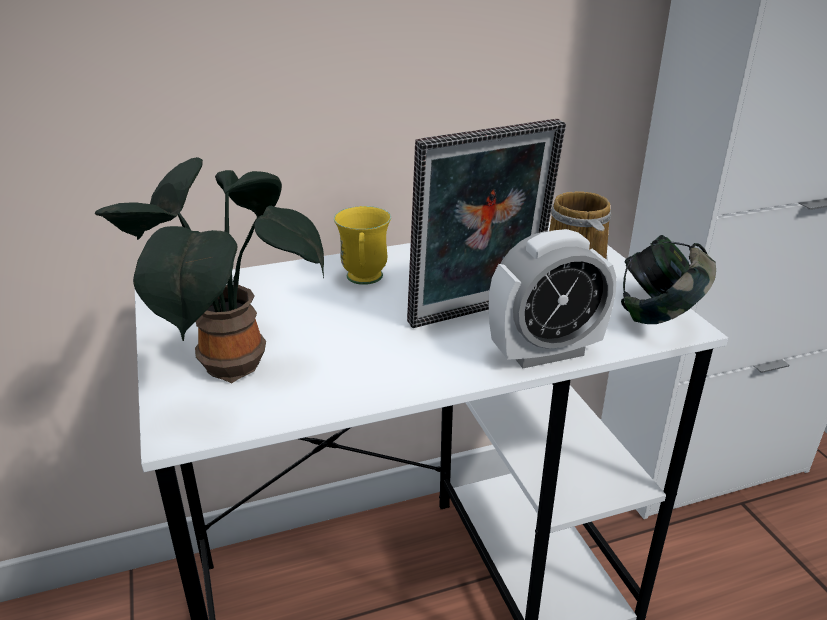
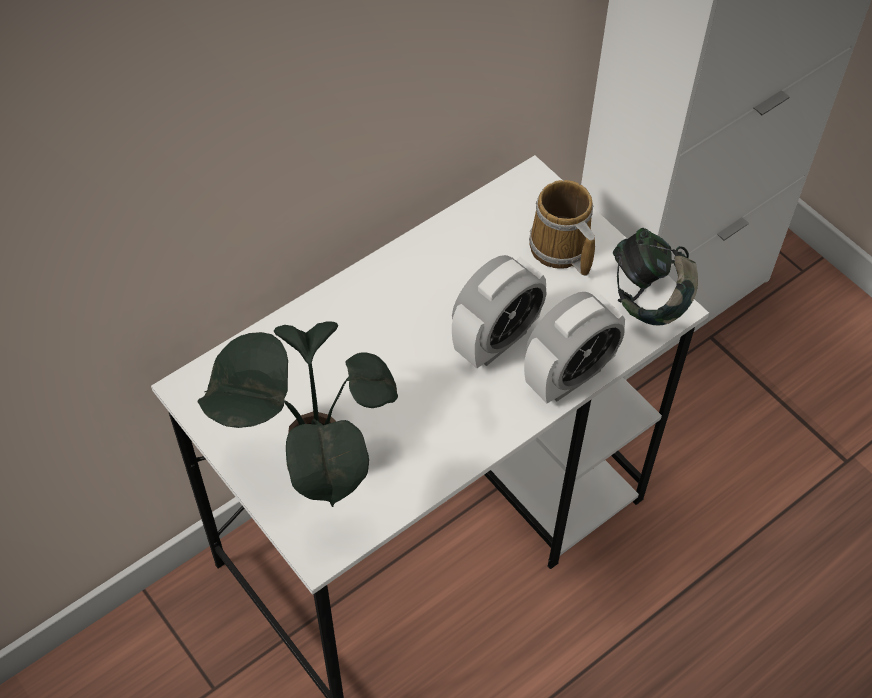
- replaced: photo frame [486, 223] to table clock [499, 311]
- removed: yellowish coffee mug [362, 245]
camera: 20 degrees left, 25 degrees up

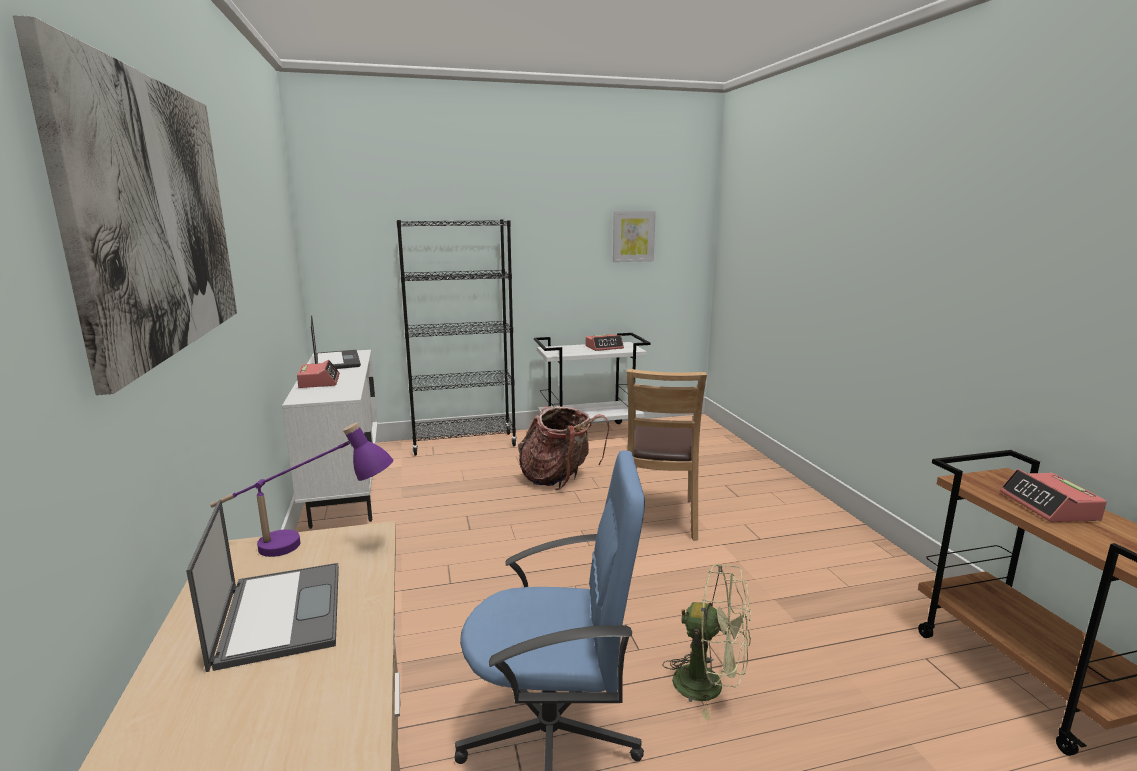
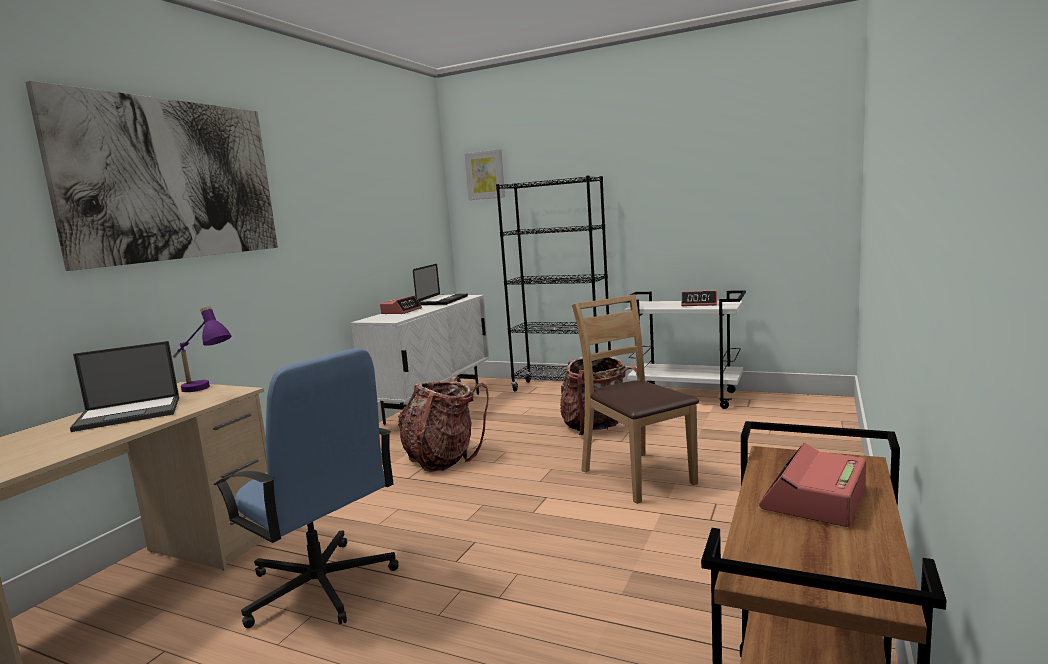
- turned: notebook computer [262, 585] = [124, 386] 45 degrees clockwise
- added: knapsack [443, 424]
- moved: wall art [634, 236] to [484, 174]
- turned: brown plain chair [666, 455] = [635, 399] 105 degrees clockwise
- removed: green fan [707, 641]
camera: 40 degrees right, 5 degrees down

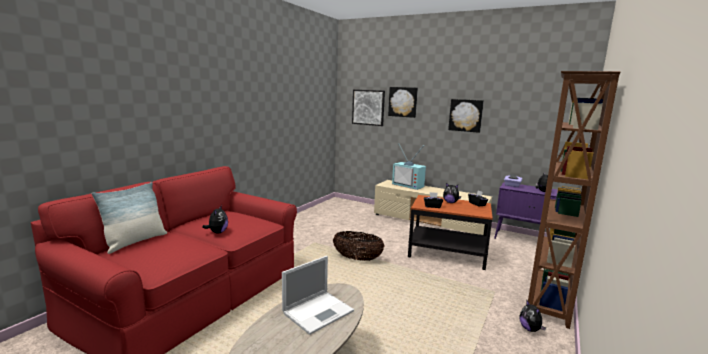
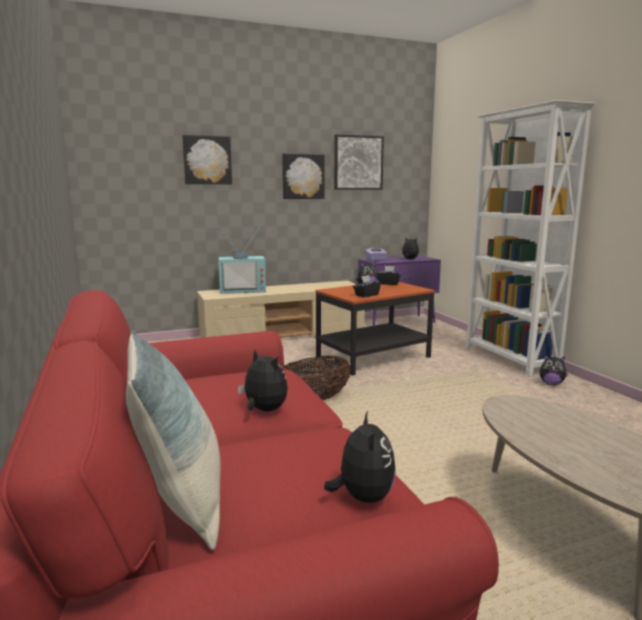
- added: plush toy [360, 457]
- moved: wall art [368, 108] to [359, 162]
- recoloured: brown shelving unit [574, 200] to white-coloured shelving unit [531, 238]
- removed: notebook computer [318, 295]
camera: 50 degrees left, 0 degrees up

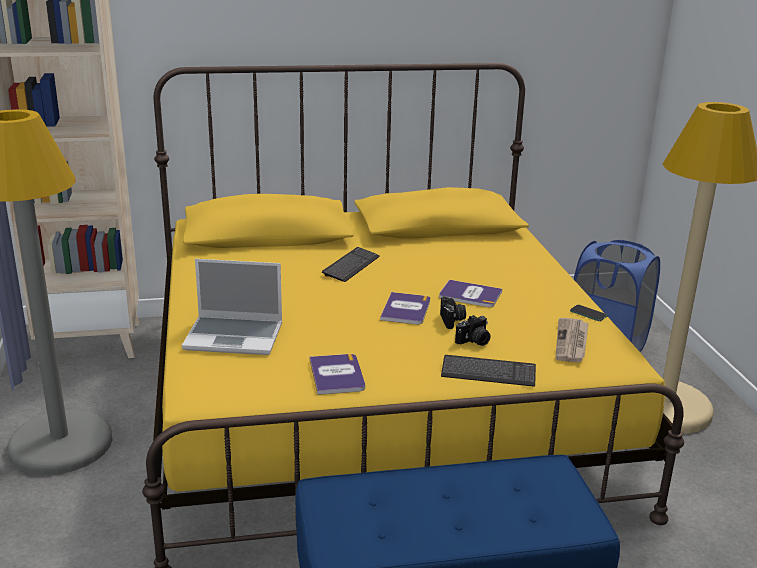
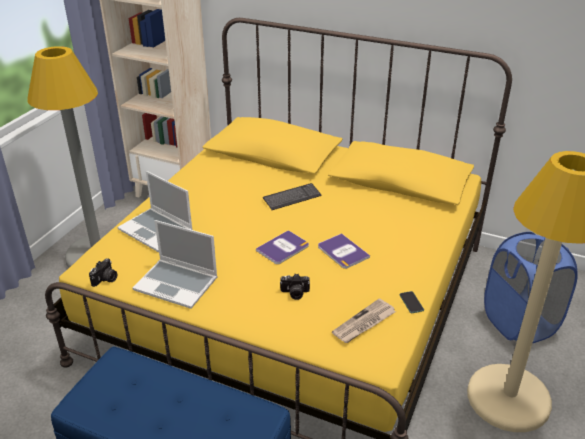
- moved: still camera [453, 312] to [103, 272]
- replaced: volume [337, 374] to notebook computer [175, 264]
- removed: keyboard [488, 371]
camera: 35 degrees right, 10 degrees up

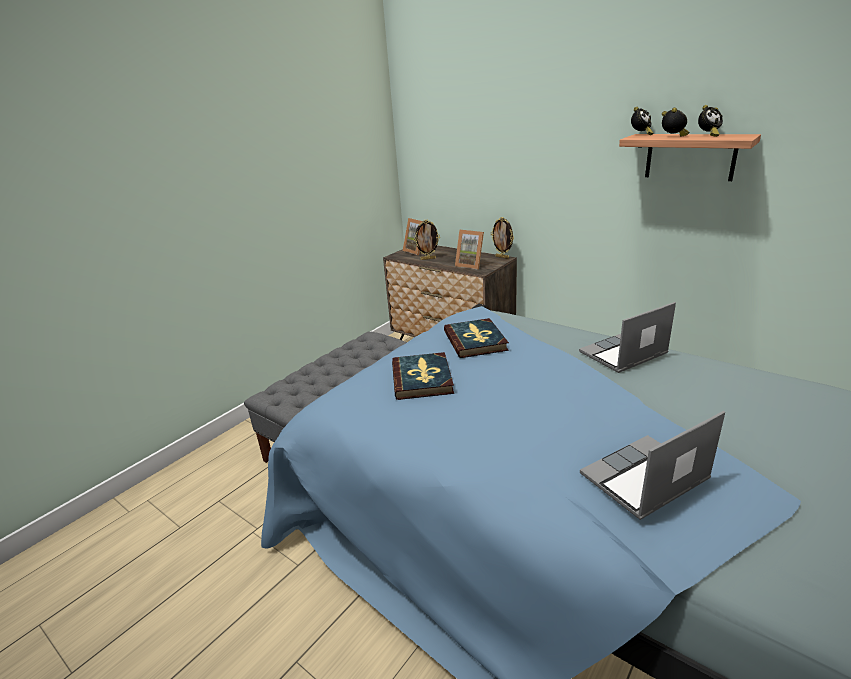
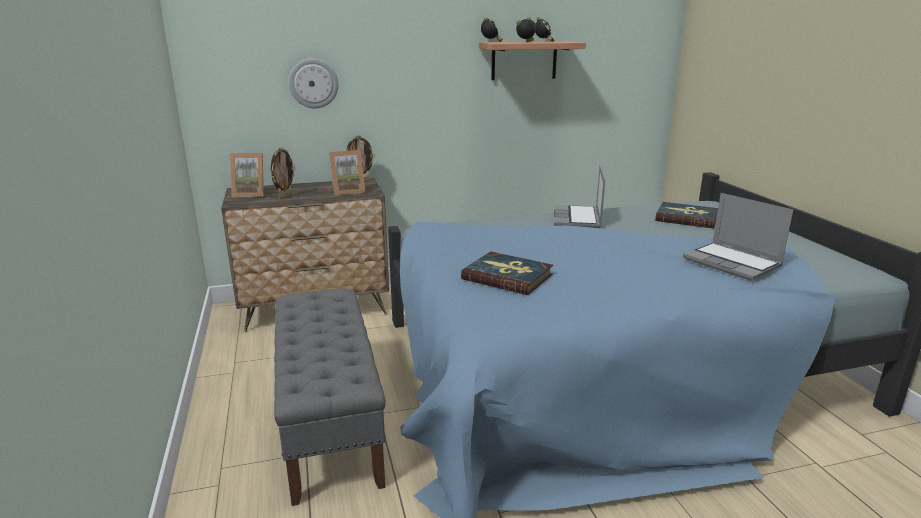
- added: clock on the wall [313, 83]
- moved: volume [476, 338] to [686, 215]
- turned: notebook computer [652, 465] = [738, 237] 45 degrees counterclockwise
camera: 55 degrees left, 5 degrees down

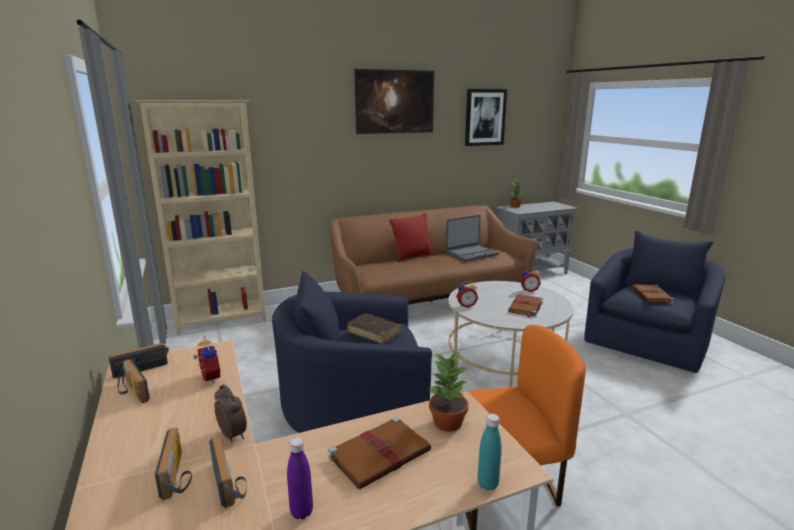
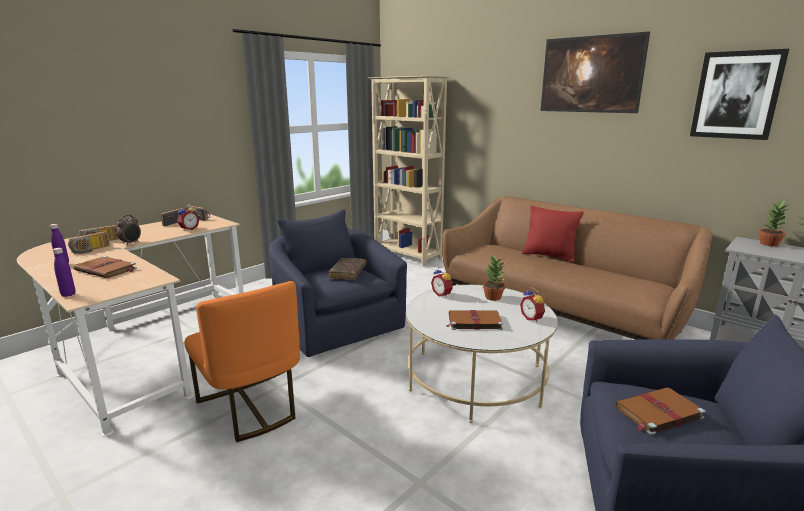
- recoloured: turquoise beverage bottle [490, 452] to purple beverage bottle [64, 272]
- moved: potted plant [448, 391] to [494, 278]
- removed: notebook computer [472, 238]
camera: 65 degrees right, 0 degrees up

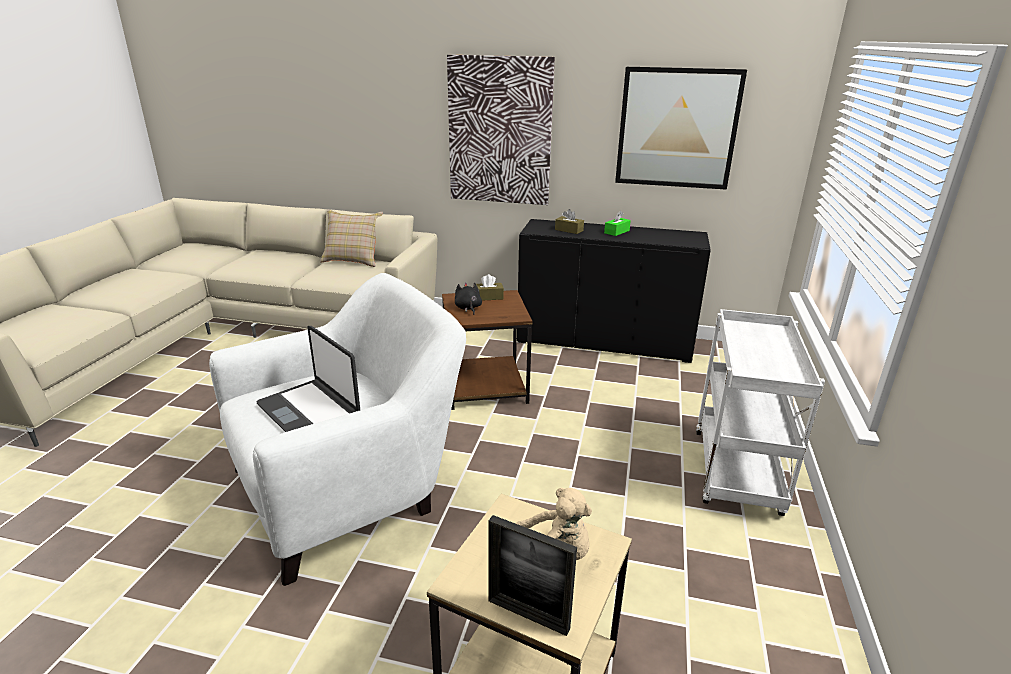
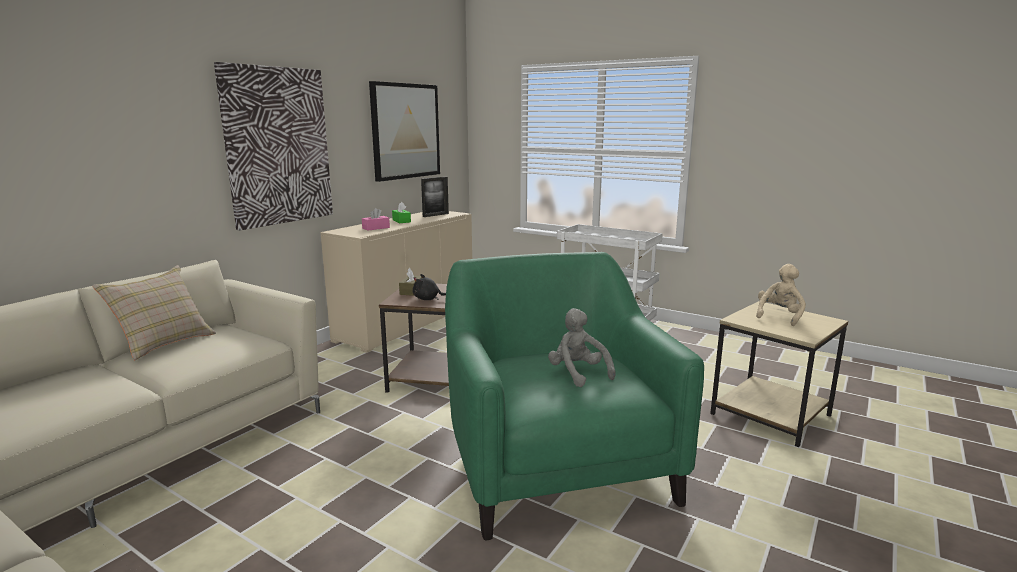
- recoloured: black-coloured cupboard [614, 291] to sand-coloured cupboard [396, 282]
- recoloured: brown tissue box [569, 221] to pinkish tissue box [376, 219]
- moved: photo frame [532, 575] to [435, 197]
- recoloured: white-coloured lounge chair [337, 429] to green lounge chair [574, 396]
- replaced: notebook computer [308, 379] to grey plush toy [582, 347]
camera: 70 degrees left, 10 degrees down

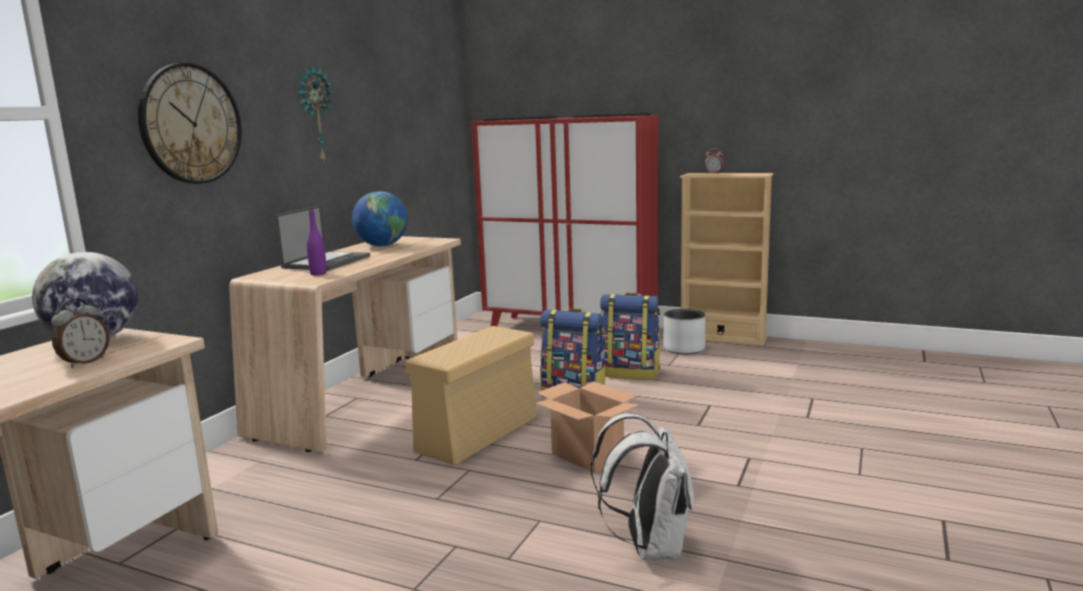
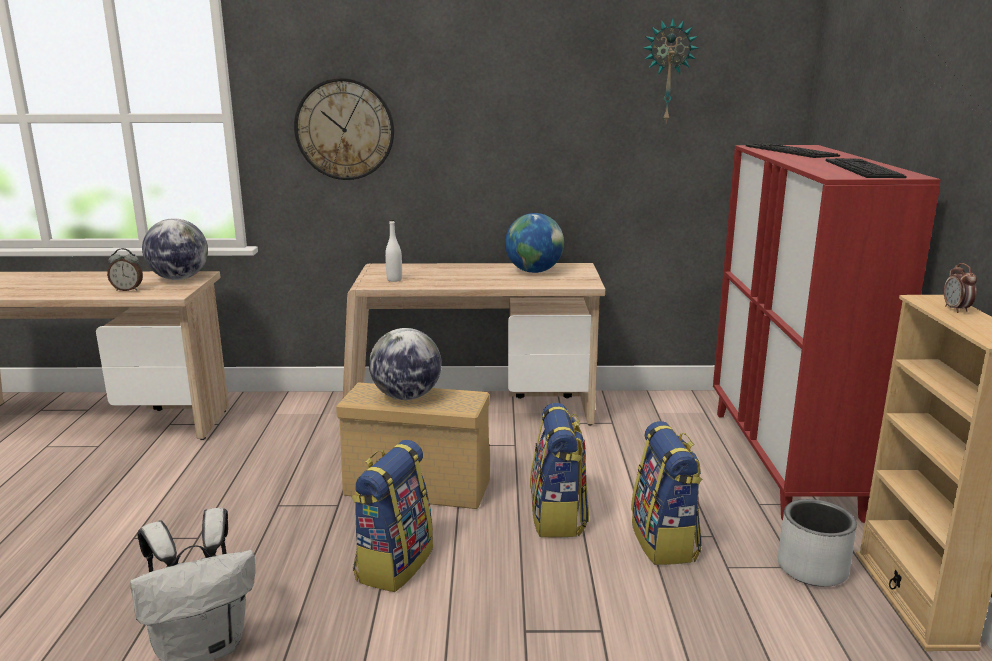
- replaced: carton [587, 427] to knapsack [392, 516]
- added: world globe [405, 364]
- recoloured: purple beverage bottle [316, 242] to white-coloured beverage bottle [393, 250]
- moved: clock on the wall [315, 114] to [671, 70]
- removed: notebook computer [322, 238]
camera: 65 degrees right, 5 degrees up

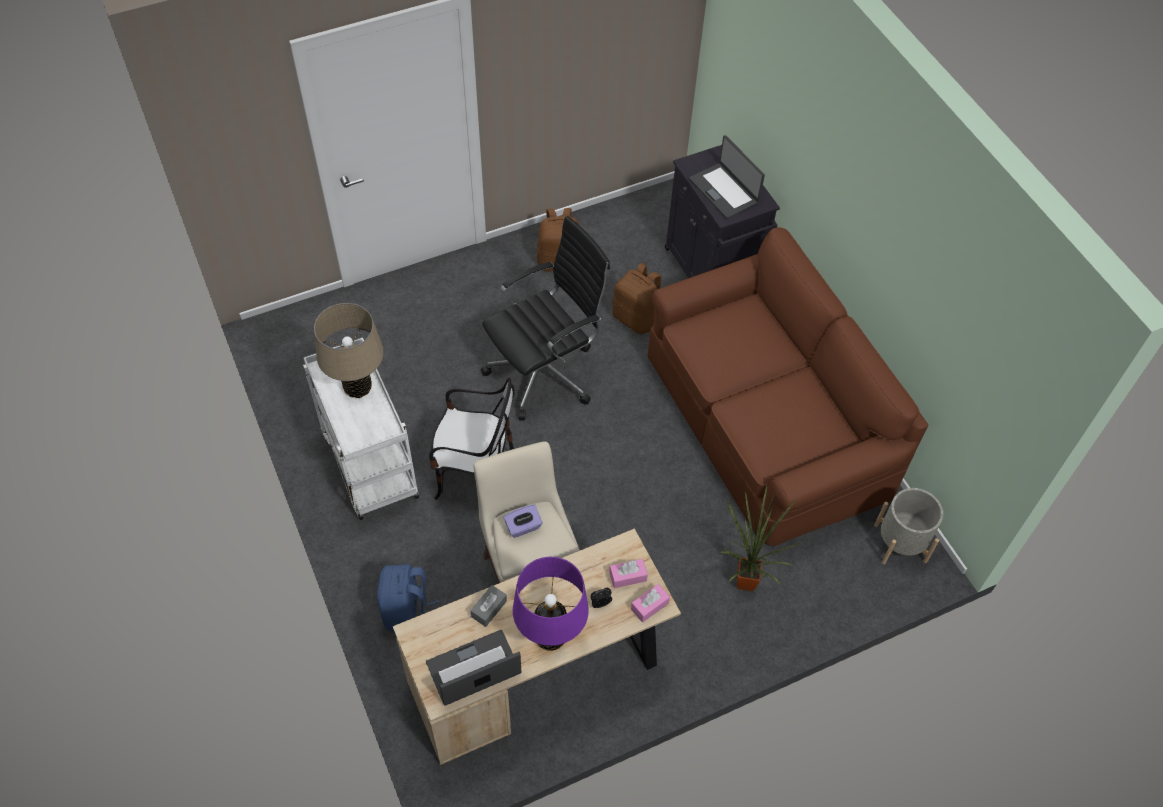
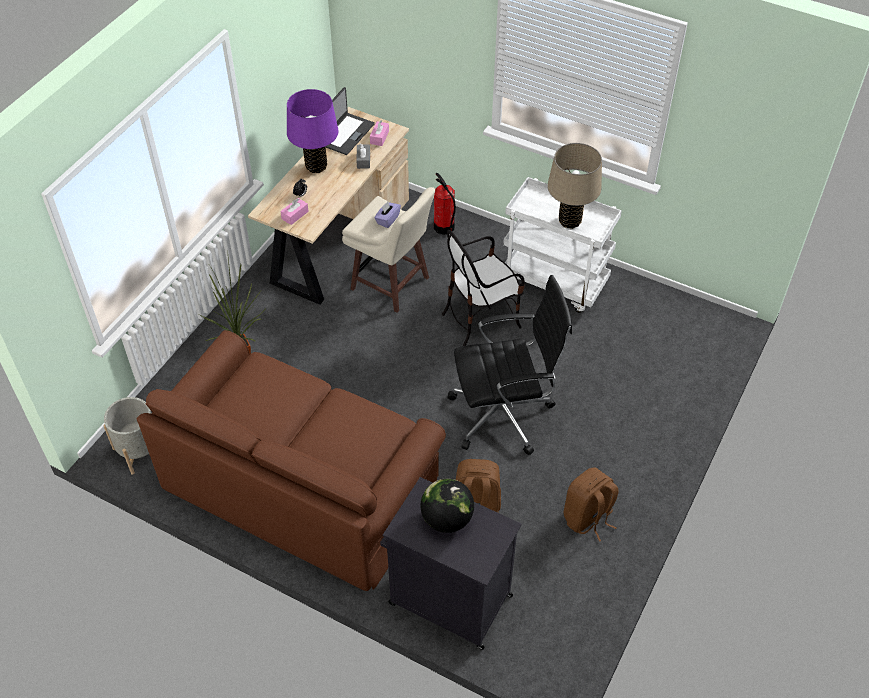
- moved: pinkish tissue box [650, 603] to [379, 133]
- replaced: notebook computer [727, 177] to world globe [447, 506]
- replaced: blue knapsack [408, 598] to fire extinguisher [445, 204]
- turned: black-coloured desk chair [545, 318] = [510, 365] 120 degrees counterclockwise
camera: 145 degrees right, 5 degrees down

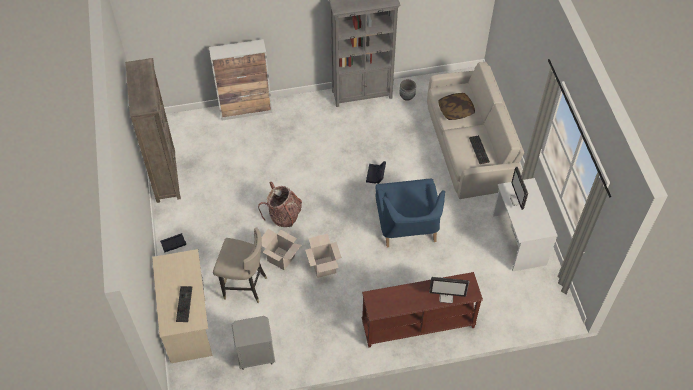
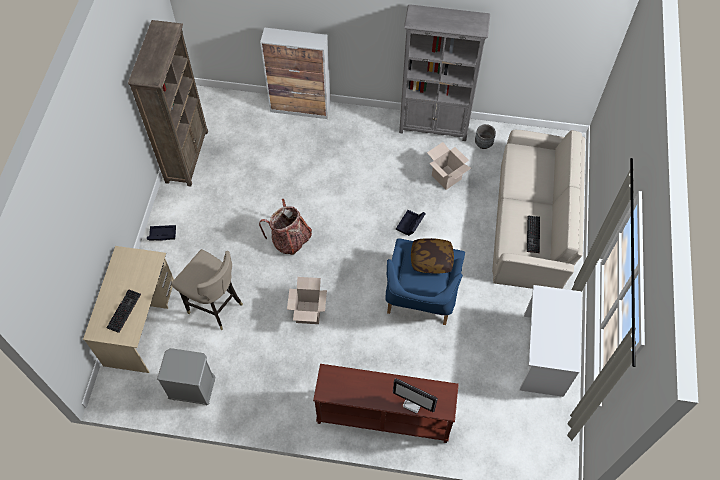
- moved: cushion [456, 106] to [432, 255]
- moved: carton [281, 249] to [449, 166]
- removed: computer display [519, 188]
camera: 20 degrees right, 5 degrees up

